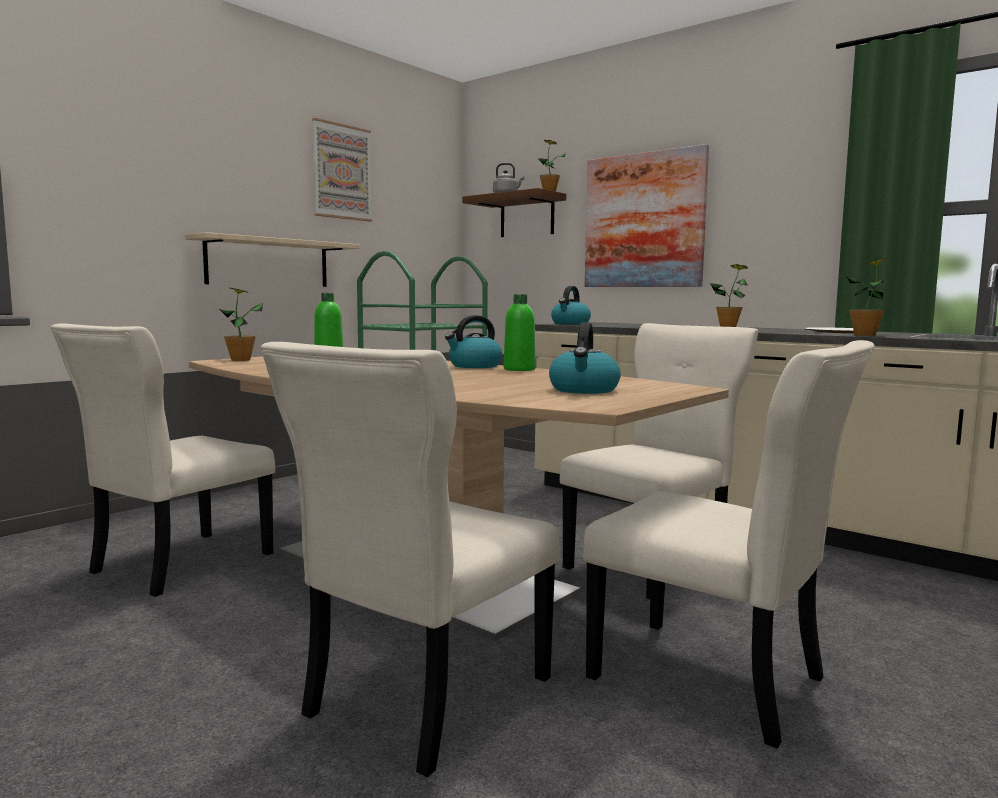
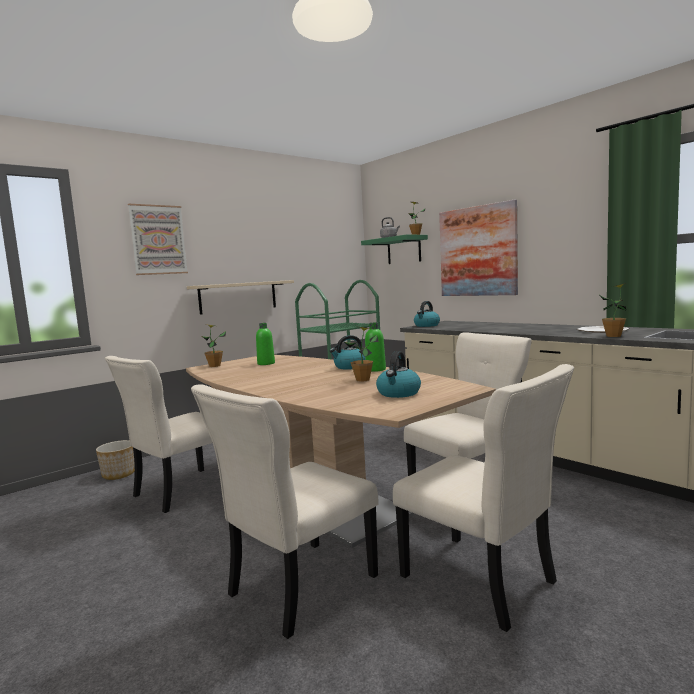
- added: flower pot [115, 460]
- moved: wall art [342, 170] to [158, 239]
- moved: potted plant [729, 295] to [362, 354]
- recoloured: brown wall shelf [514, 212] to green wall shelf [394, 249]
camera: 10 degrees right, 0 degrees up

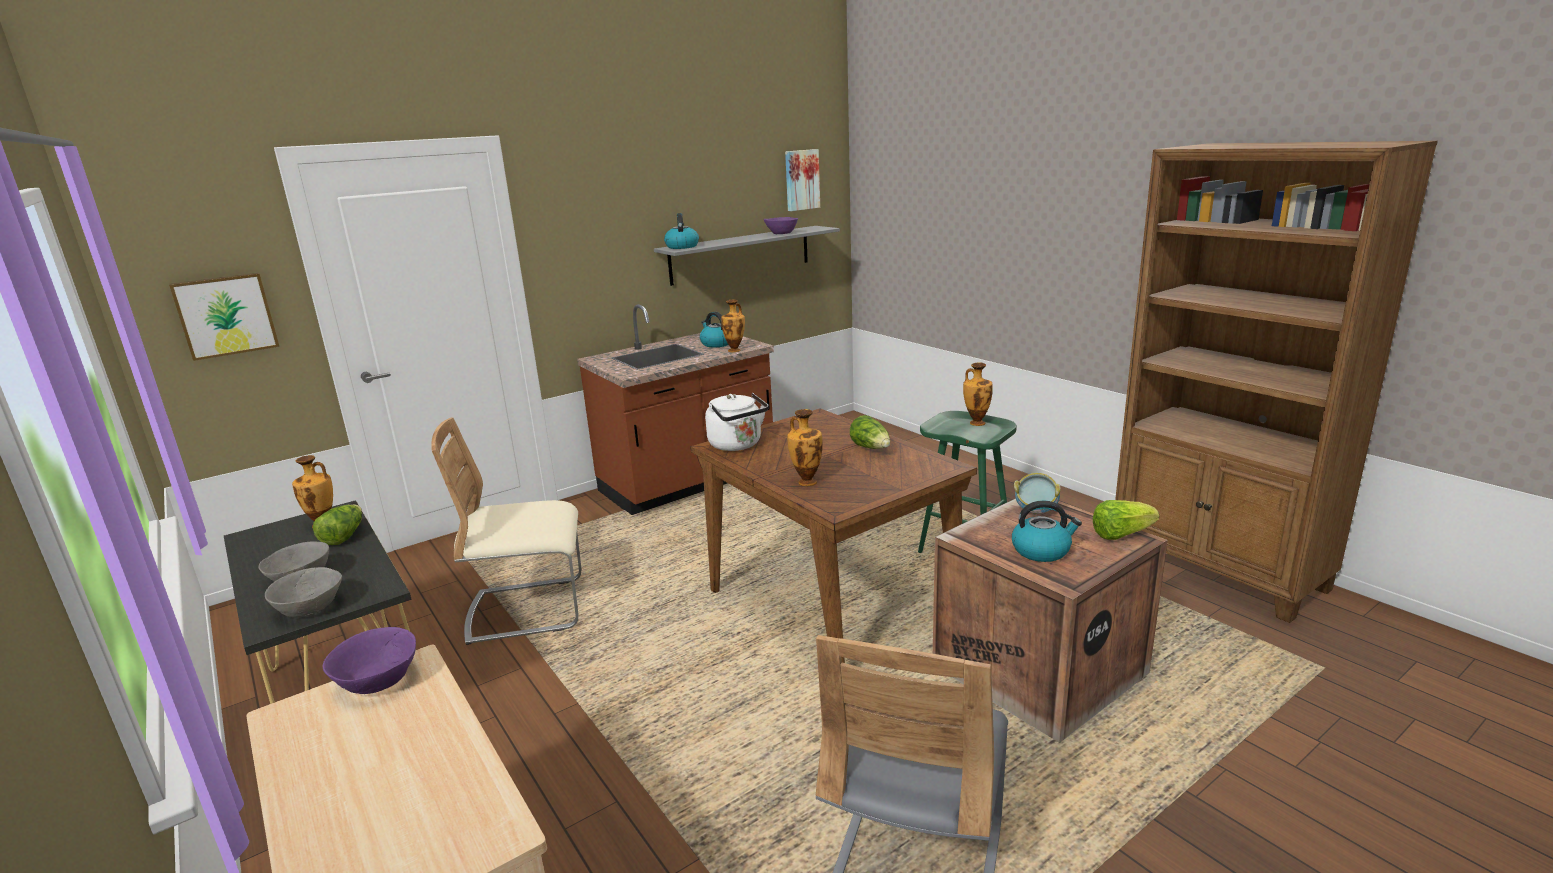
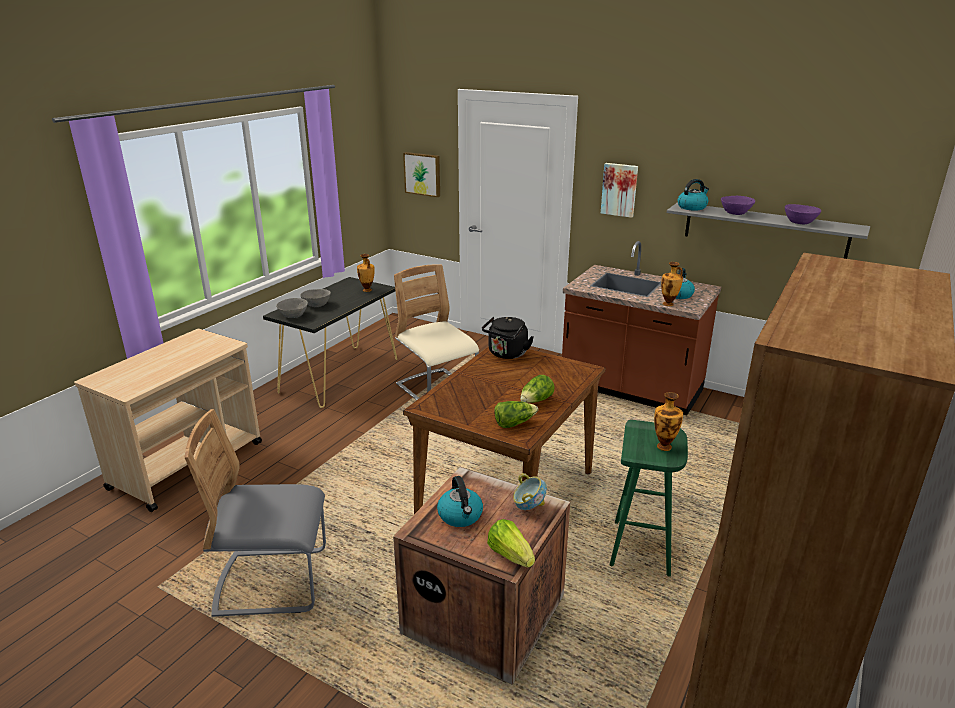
- recoloured: white-coloured water kettle [737, 422] to black-coloured water kettle [508, 338]
- moved: lettuce [337, 524] to [516, 414]
- moved: wall art [802, 180] to [619, 190]
- moved: purple serving bowl [369, 660] to [738, 205]
- removed: vase [805, 447]
camera: 65 degrees right, 5 degrees up

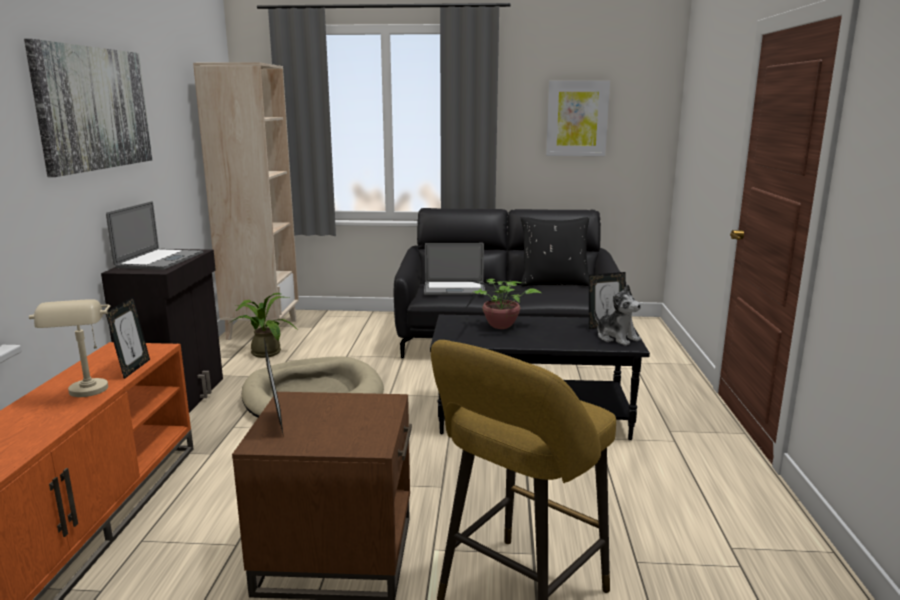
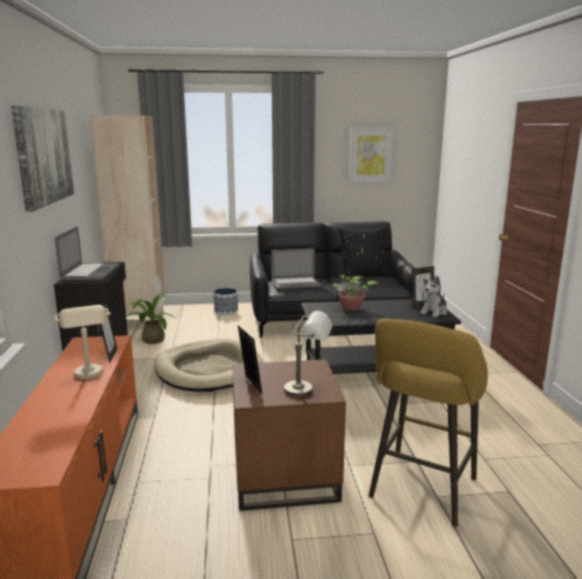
- added: flower pot [226, 301]
- added: grey tabletop lamp [308, 354]
- turned: plush toy [617, 315] = [433, 296] 90 degrees clockwise
camera: 10 degrees left, 0 degrees up

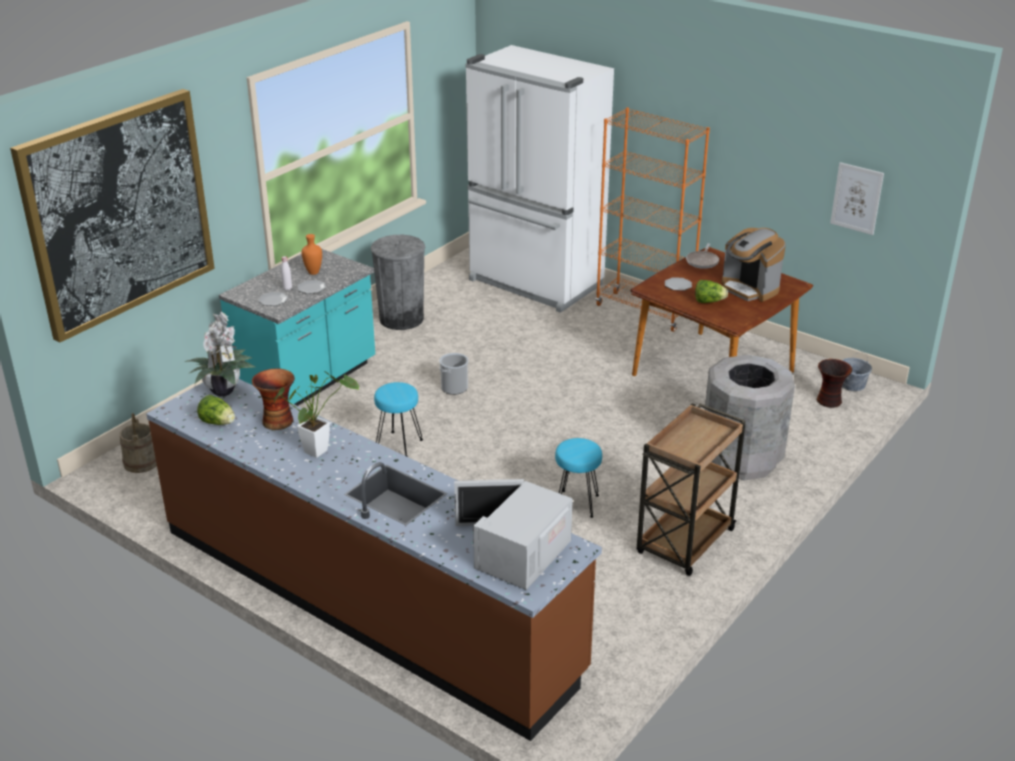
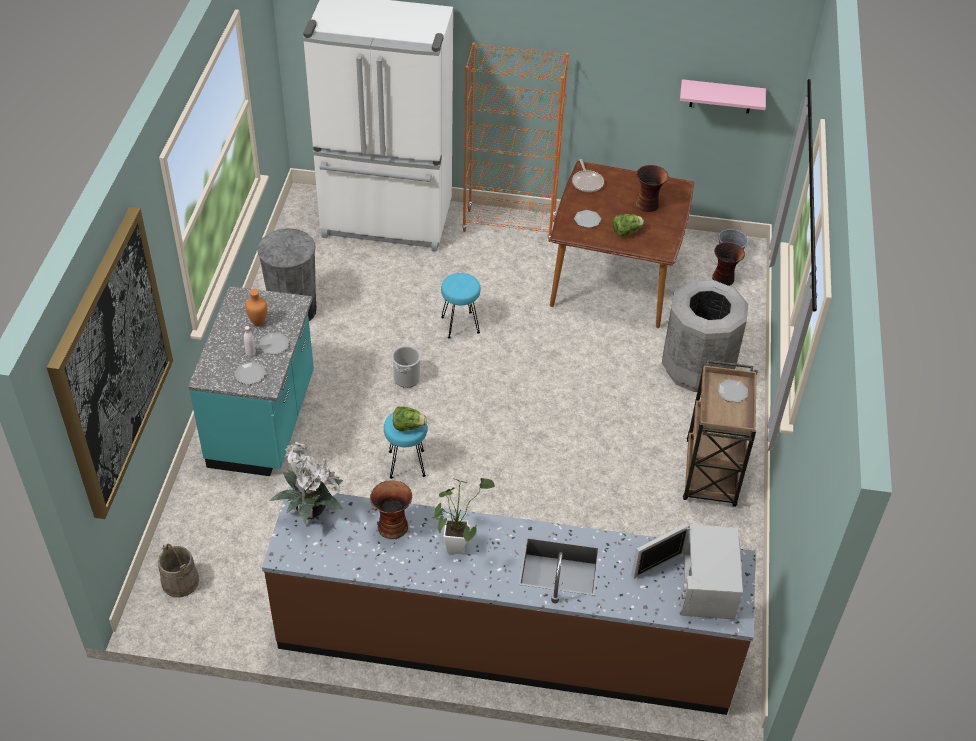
- moved: lettuce [216, 410] to [410, 418]
- moved: turquoise stool [578, 478] to [461, 306]
- replaced: coffee maker [754, 265] to vase [652, 188]
- replaced: wall art [857, 198] to pinkish wall shelf [723, 96]
- added: flat dish [733, 391]
camera: 30 degrees left, 15 degrees up

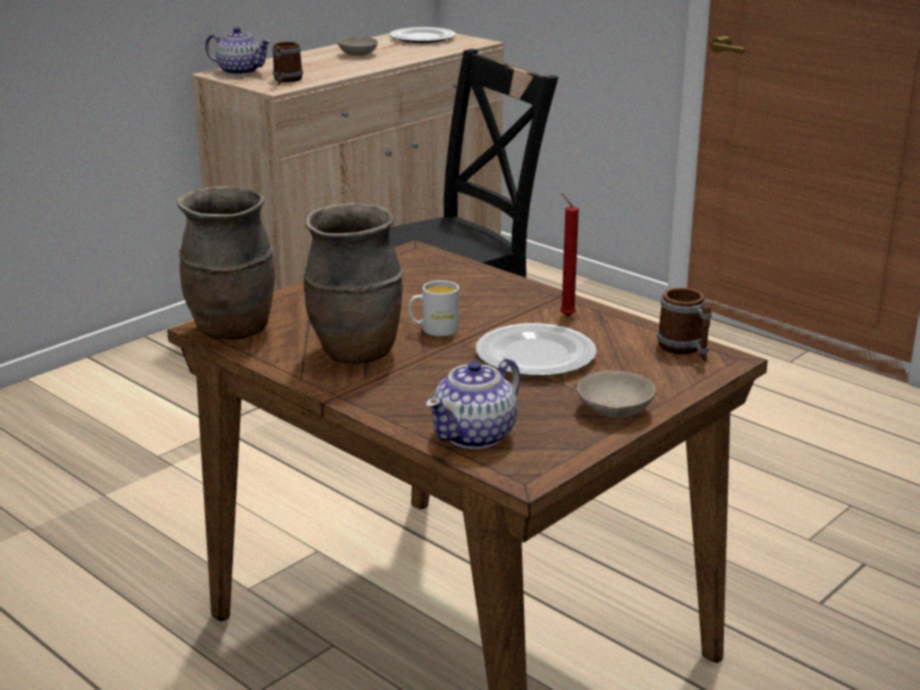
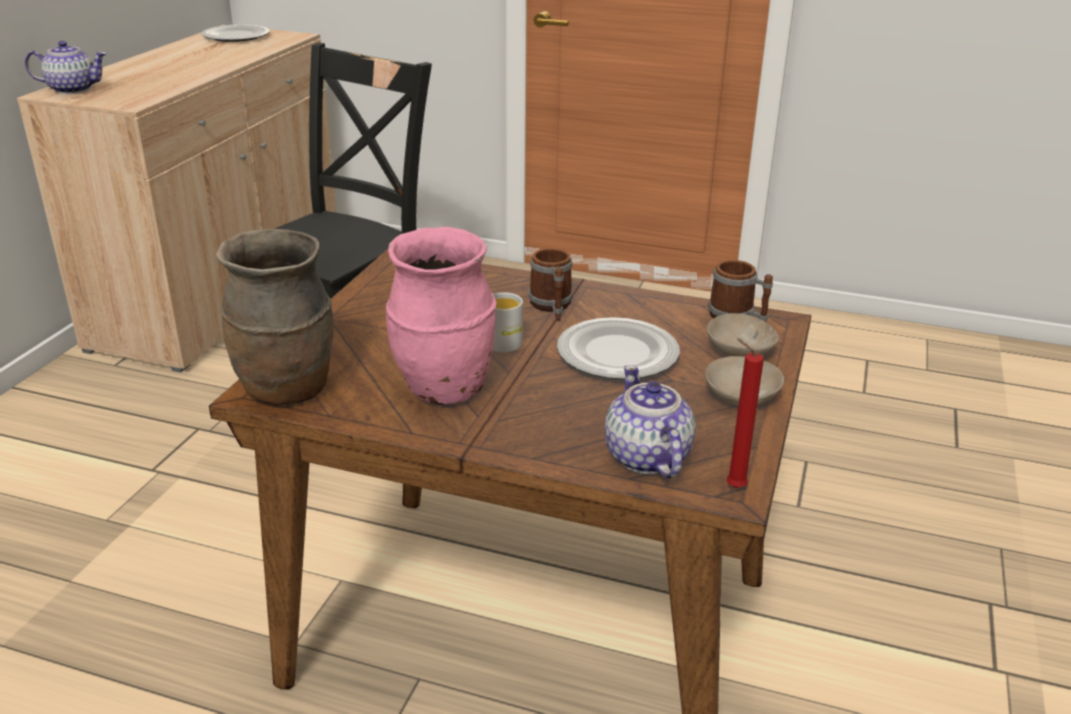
- recoloured: brown vase [354, 283] to pinkish vase [441, 316]
- moved: coffee mug [287, 63] to [551, 284]
- turned: pot for tea [473, 403] = [650, 421] 150 degrees clockwise
- moved: sand-coloured serving bowl [358, 46] to [743, 334]
- moved: red candle [569, 255] to [745, 413]
camera: 25 degrees left, 5 degrees up

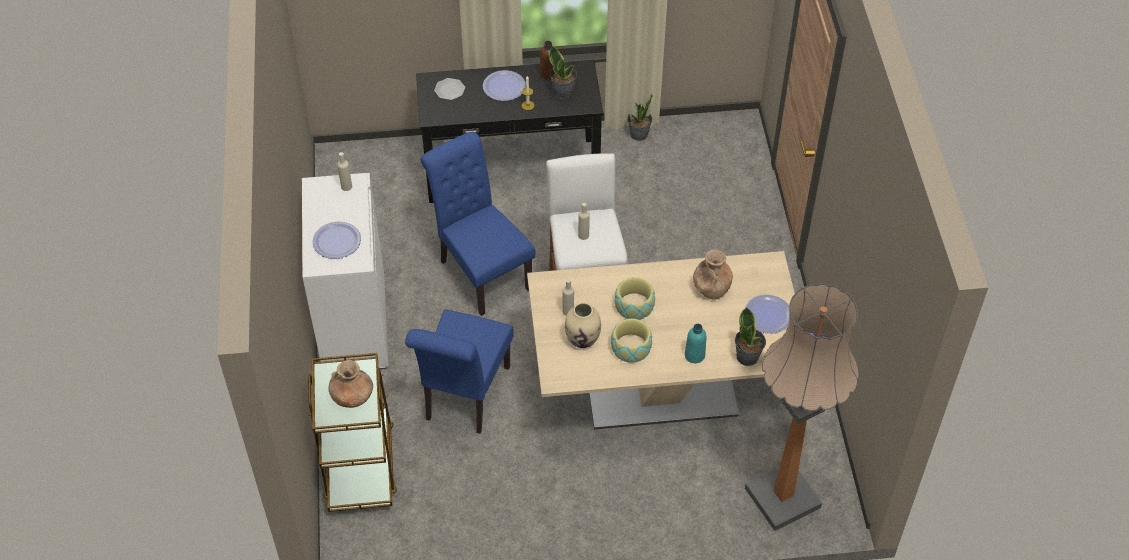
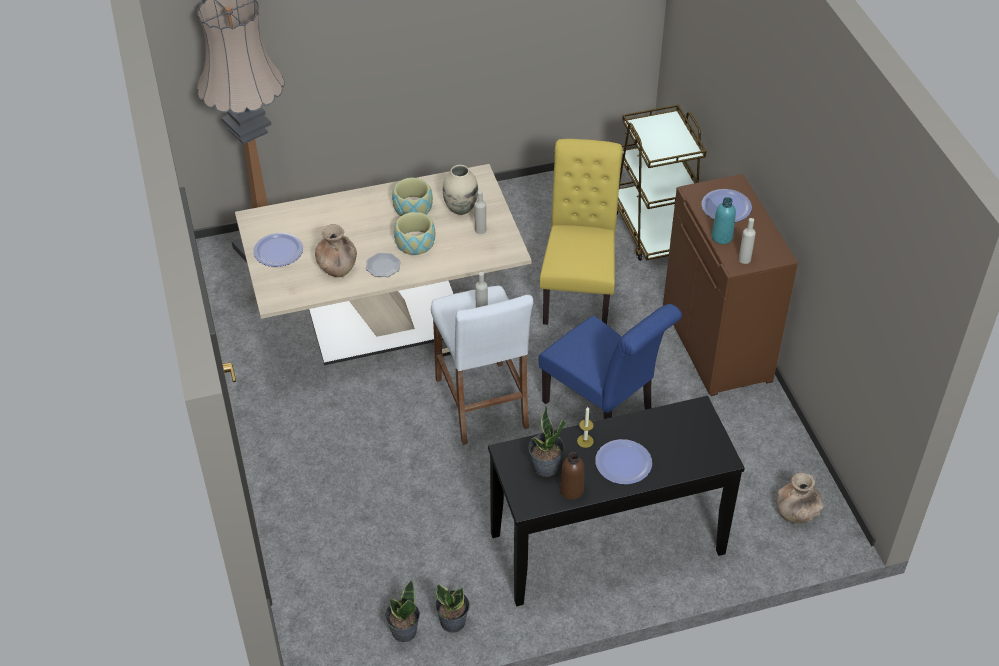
- moved: flat dish [449, 89] to [383, 265]
- moved: potted plant [750, 336] to [402, 611]
- recoloured: blue plain chair [459, 372] to yellowish plain chair [581, 232]
- recoloured: white-coloured cupboard [345, 271] to brown cupboard [730, 285]
- moved: turquoise beverage bottle [695, 343] to [724, 220]
- moved: brown vase [351, 384] to [800, 498]
camera: 170 degrees right, 5 degrees down

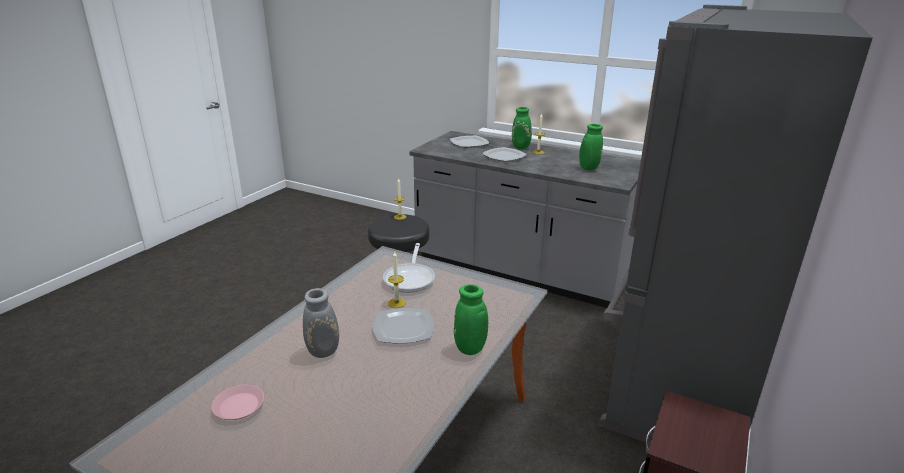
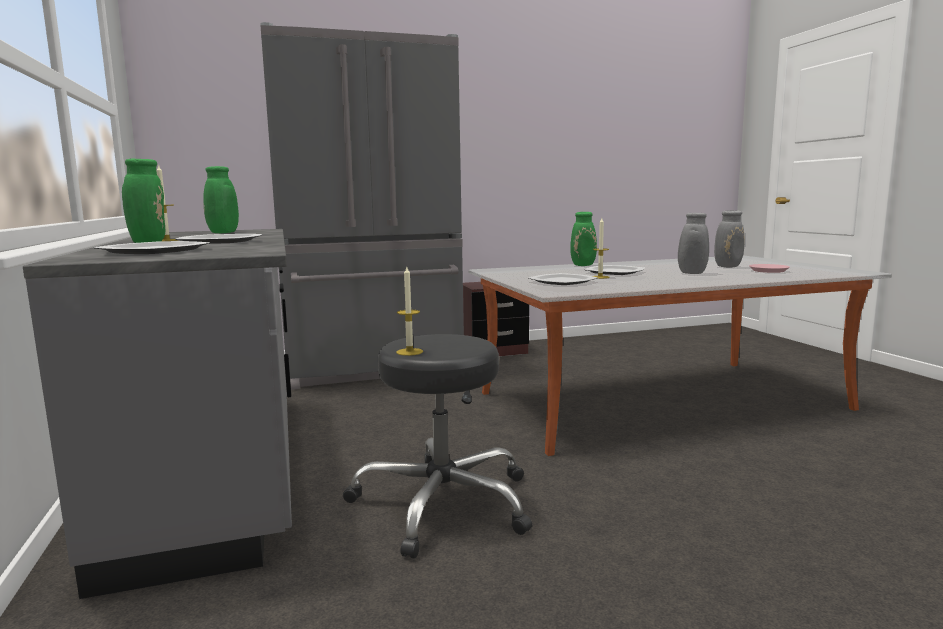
- replaced: pan [409, 268] to flat dish [563, 279]
- added: grey vase [729, 239]
camera: 135 degrees left, 15 degrees down

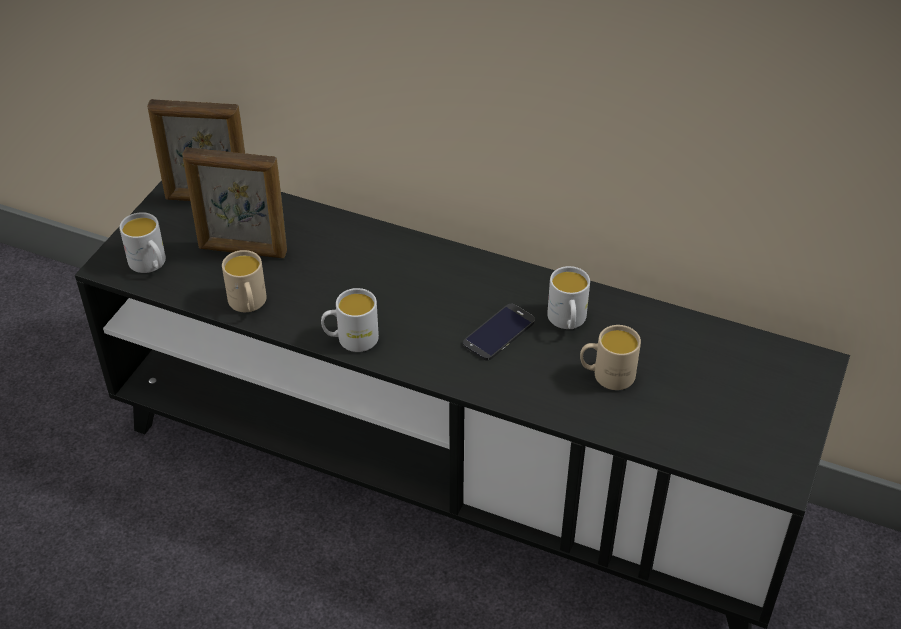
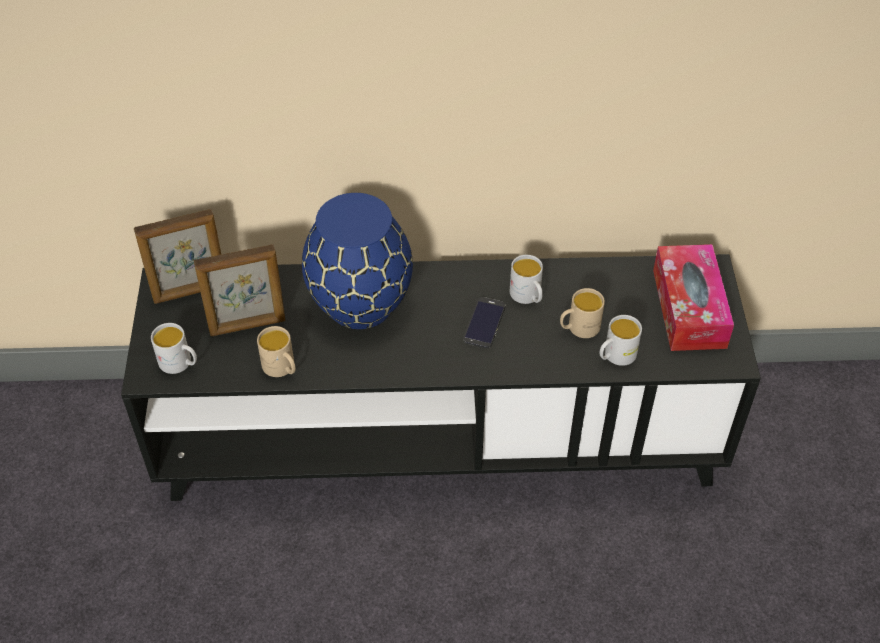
- added: blue vase [357, 261]
- moved: white-coloured coffee mug [350, 320] to [621, 340]
- added: tissue box [693, 297]
camera: 25 degrees left, 5 degrees up

